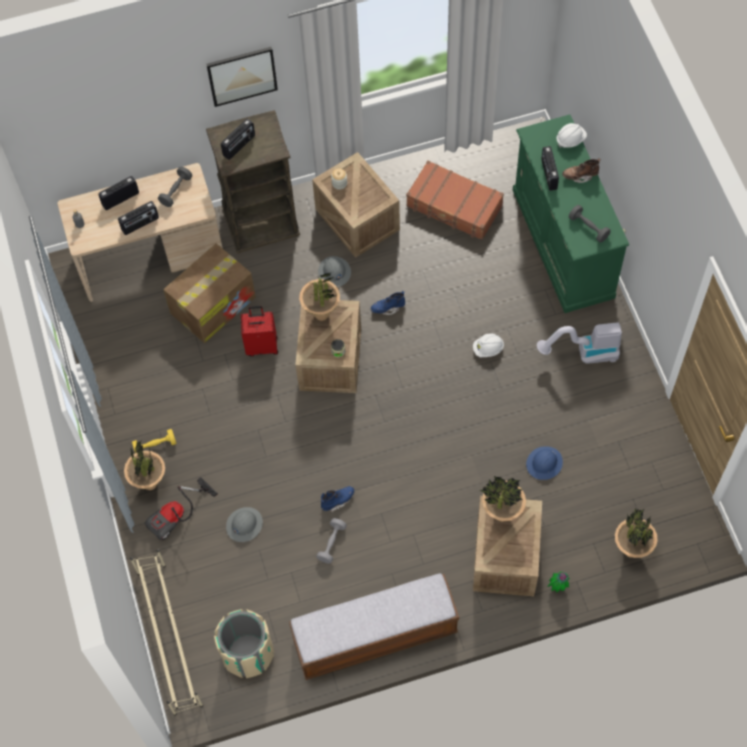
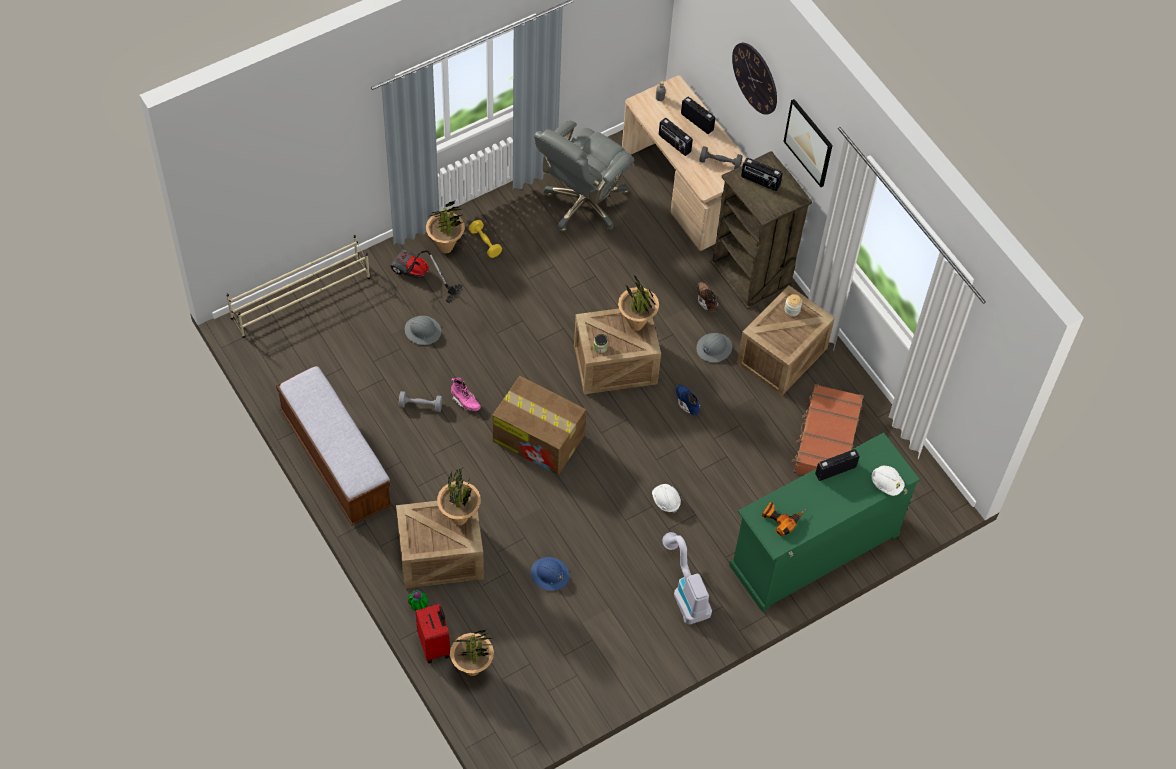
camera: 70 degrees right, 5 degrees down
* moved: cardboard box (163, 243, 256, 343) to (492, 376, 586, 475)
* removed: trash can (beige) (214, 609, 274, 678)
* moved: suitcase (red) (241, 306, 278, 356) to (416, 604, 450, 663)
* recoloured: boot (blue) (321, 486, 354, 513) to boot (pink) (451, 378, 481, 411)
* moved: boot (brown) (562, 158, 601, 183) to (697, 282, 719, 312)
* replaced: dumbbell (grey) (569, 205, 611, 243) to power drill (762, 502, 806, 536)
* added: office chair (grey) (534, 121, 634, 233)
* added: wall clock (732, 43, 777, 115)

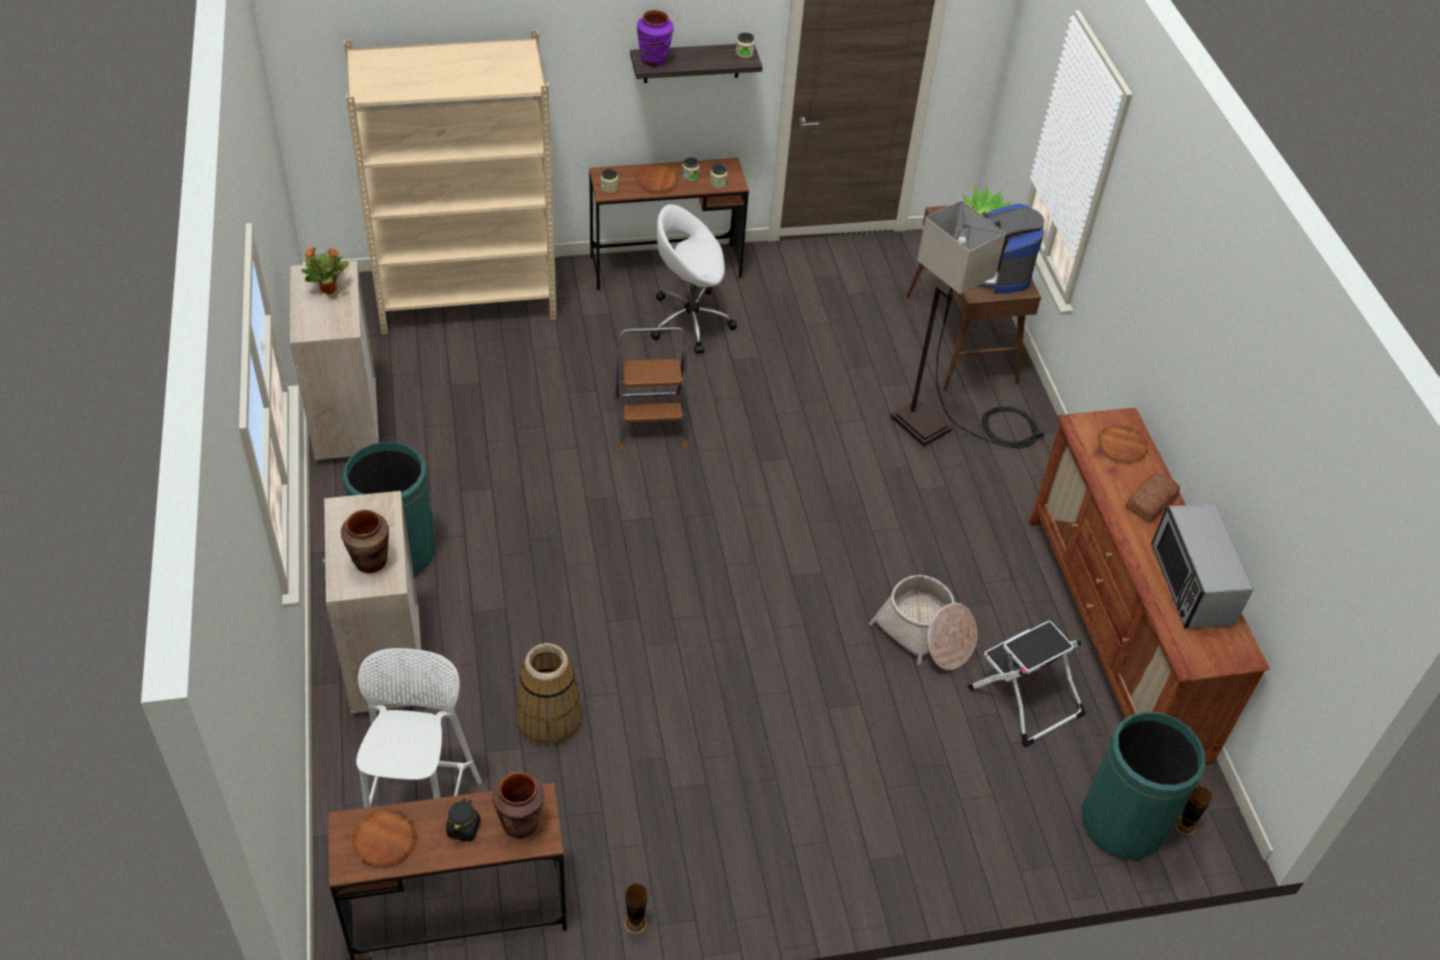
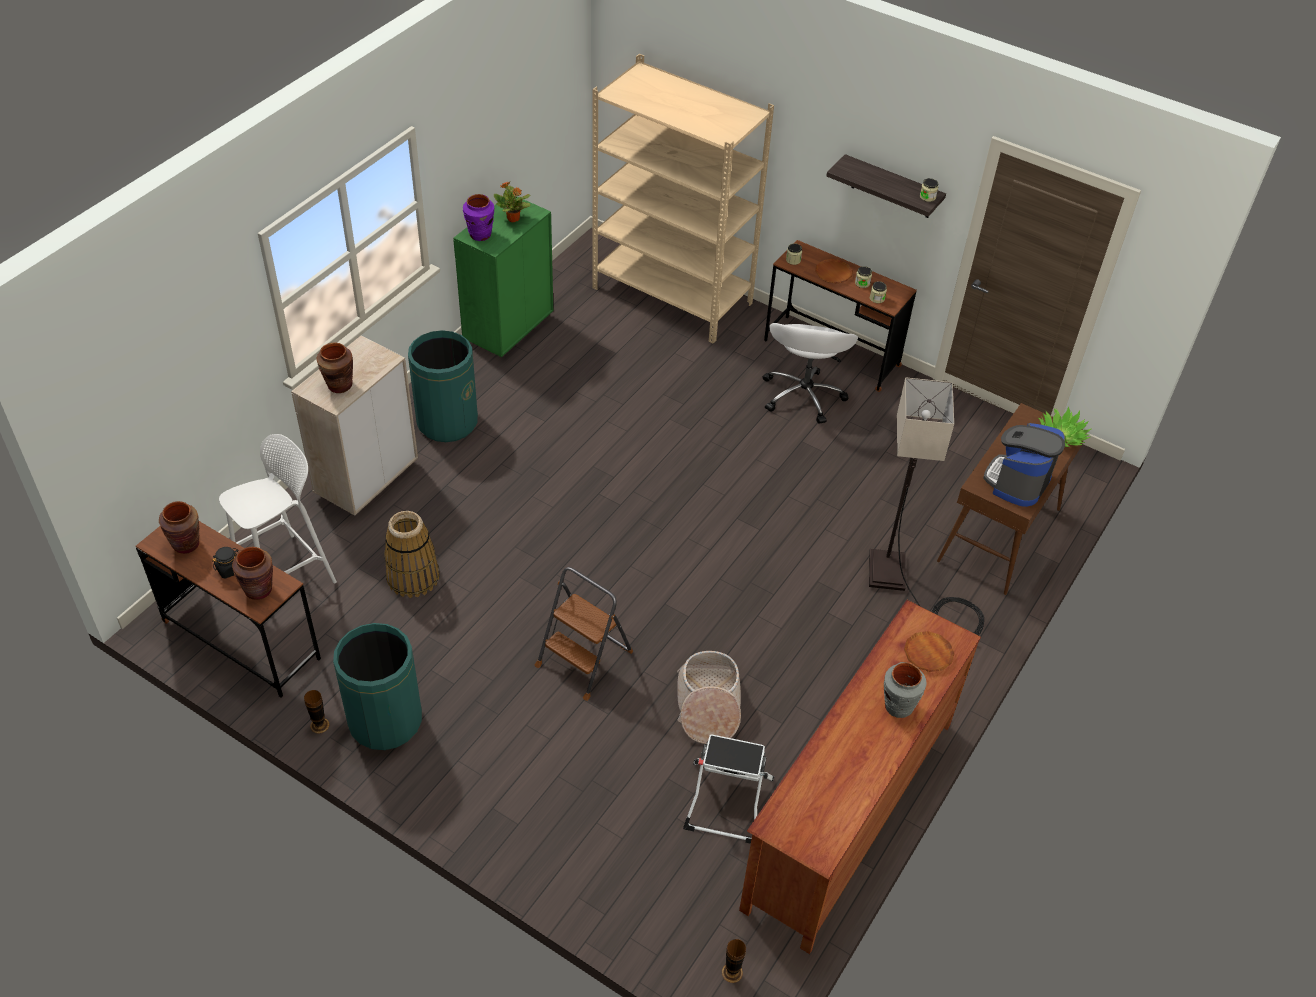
camera: 45 degrees right, 0 degrees up
* recoloured: cabinet (beige) (289, 261, 379, 460) to cabinet (green) (453, 196, 553, 357)
* replaced: plate (brown) (351, 809, 417, 867) to vase (brown) (159, 501, 199, 554)
* moved: step ladder (brown) (615, 327, 689, 450) to (535, 567, 633, 701)
* moved: vase (purple) (637, 10, 674, 67) to (463, 194, 494, 241)
* turned: office chair (white) (651, 204, 737, 354) = (762, 323, 858, 424) 120 degrees counterclockwise
* moved: trash can (green) (1082, 712, 1205, 859) to (333, 623, 422, 750)
* replaced: bread (1125, 473, 1180, 523) to vase (grey) (884, 662, 926, 718)
* removed: microwave (1151, 504, 1253, 629)

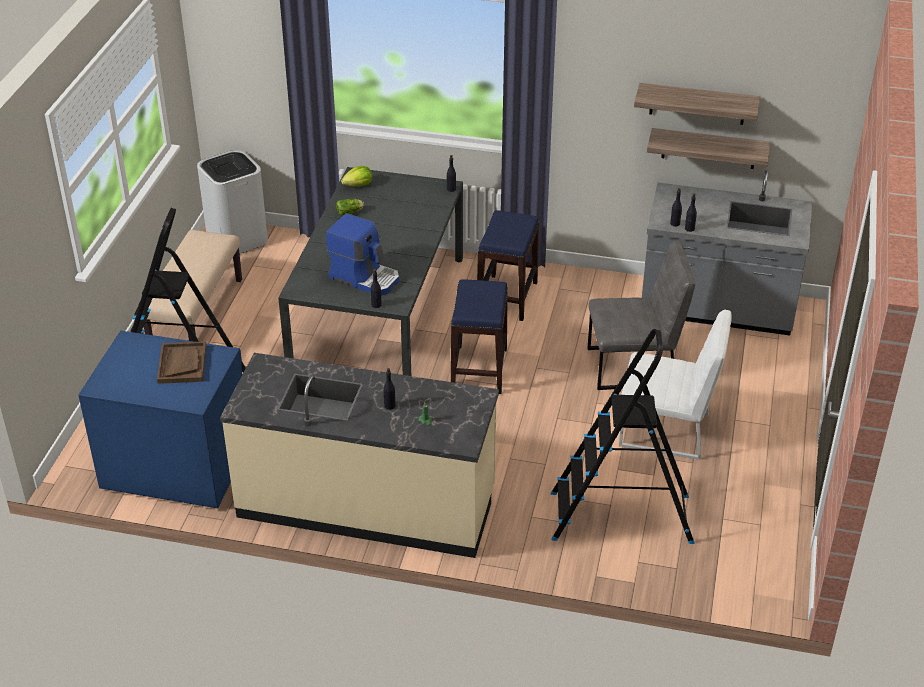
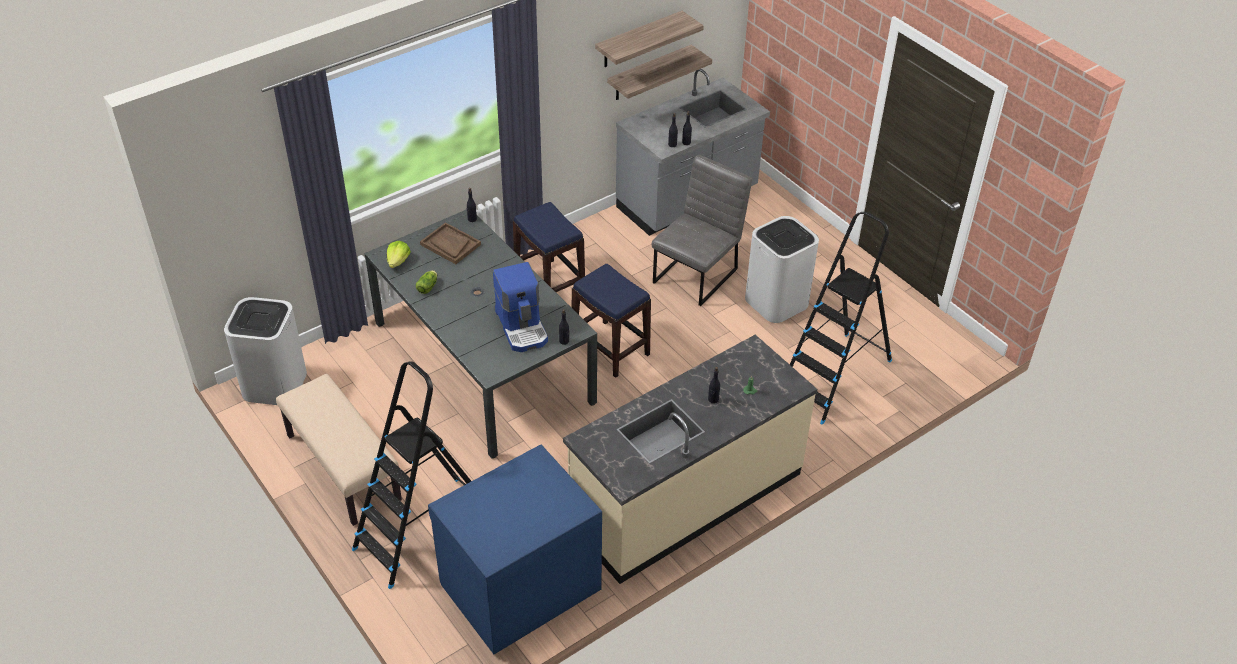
camera: 50 degrees left, 5 degrees up
* moved: tray (brown) (157, 341, 207, 384) to (420, 222, 481, 264)
* turned: coffee machine (326, 213, 399, 296) = (493, 262, 548, 352) 90 degrees clockwise
* replaced: chair (white) (619, 309, 732, 460) to trash can (white) (745, 216, 819, 323)

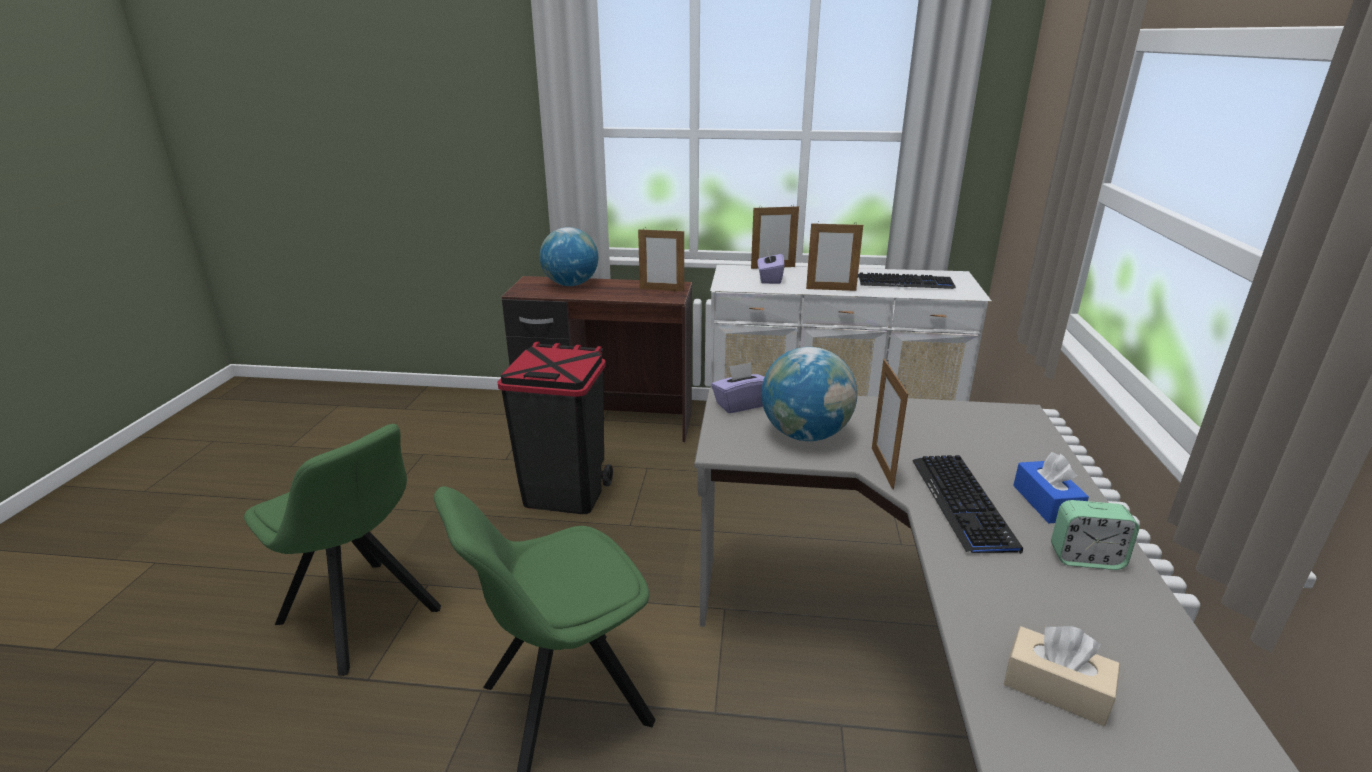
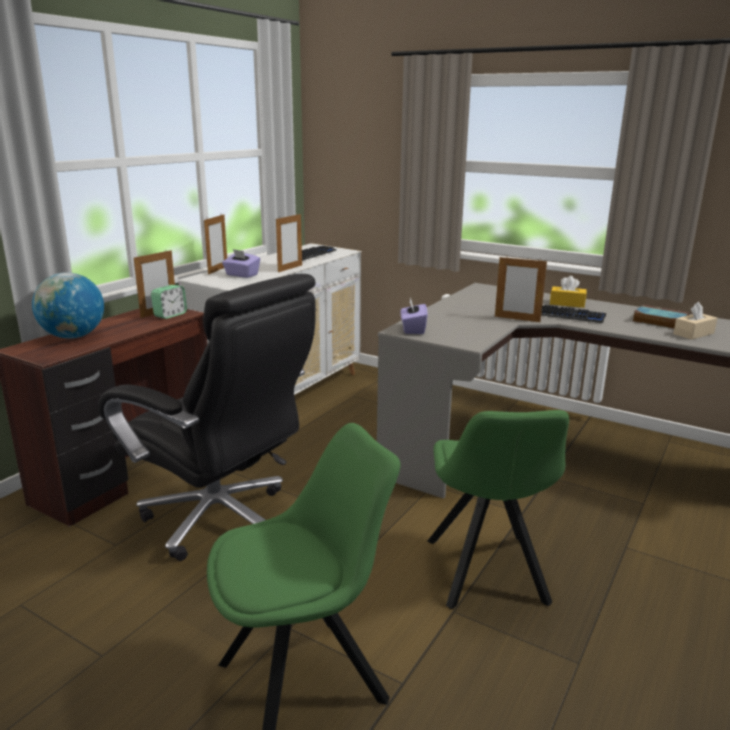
camera: 65 degrees left, 5 degrees down
* replaced: trash can (black) (498, 342, 613, 514) to office chair (black) (98, 274, 316, 561)
* removed: globe (761, 347, 857, 441)
* recoloured: tissue box (blue) (1013, 452, 1089, 524) to tissue box (yellow) (550, 276, 587, 308)
* moved: alarm clock (1051, 500, 1139, 570) to (151, 285, 187, 319)
* added: book (633, 305, 690, 329)

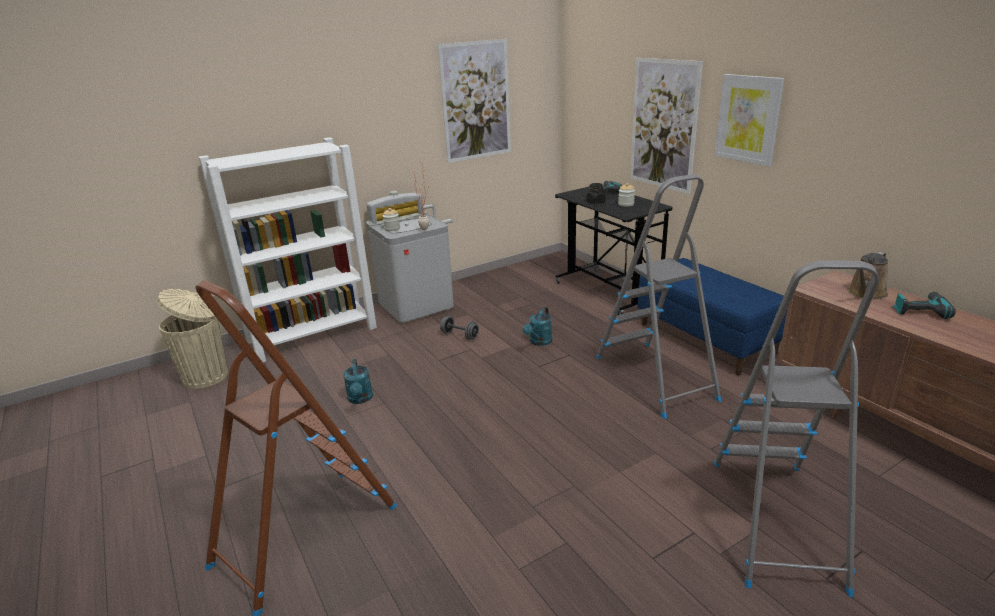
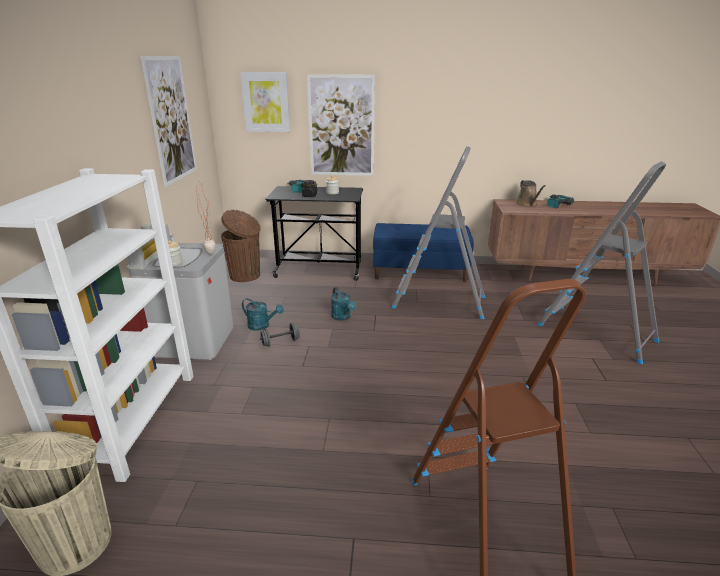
camera: 55 degrees left, 0 degrees up
* moved: watering can (turquoise) (343, 359, 373, 404) to (242, 298, 284, 331)
* moved: picture (715, 74, 784, 167) to (240, 72, 290, 132)
* added: trash can (brown) (221, 210, 261, 282)

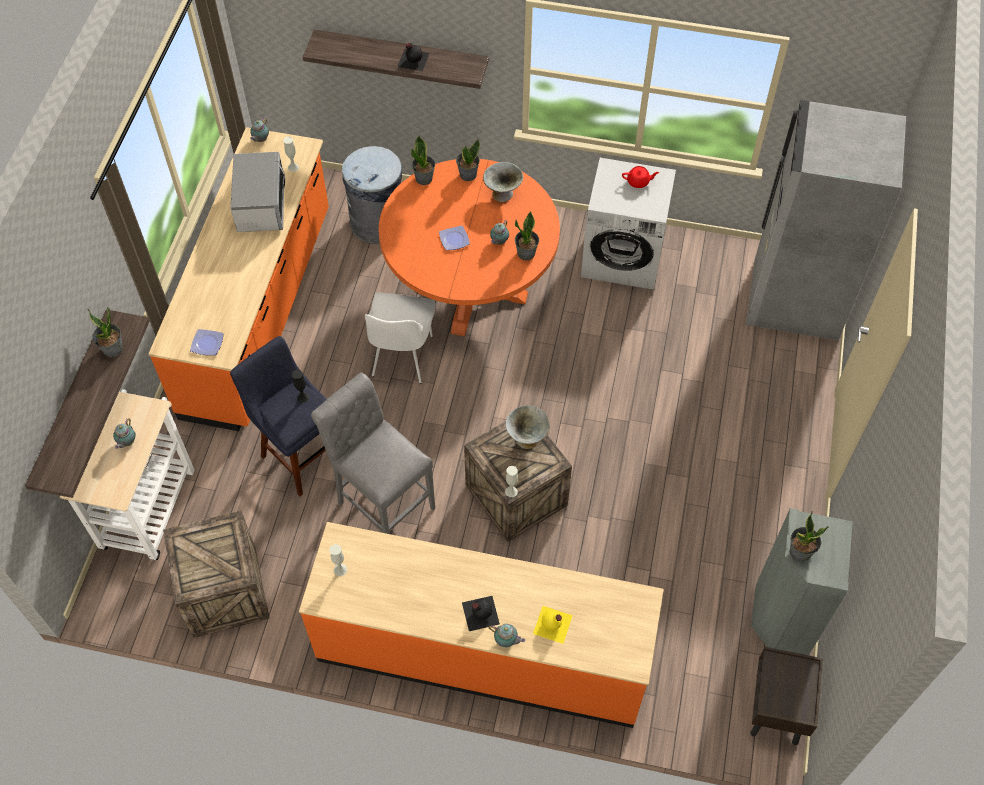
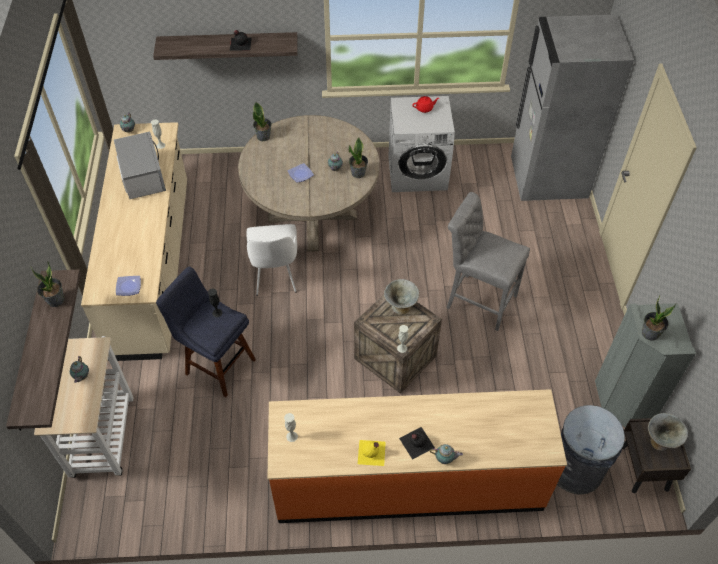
camera: 15 degrees left, 5 degrees down
* recoloured: counter (orange) (149, 127, 329, 431) to counter (beige) (81, 122, 187, 361)
* removed: crate (163, 511, 270, 638)
* moved: stool (grey) (311, 373, 435, 534) to (446, 192, 530, 331)
* moved: trash can (grey) (342, 146, 403, 244) to (557, 405, 625, 494)
* recoloured: dining table (orange) (379, 159, 560, 336) to dining table (beige) (238, 115, 380, 252)
* removed: potted plant (456, 139, 480, 181)
* moved: bowl (grey) (483, 162, 523, 202) to (648, 413, 688, 451)
* moved: bottle (yellow) (533, 606, 573, 644) to (358, 440, 386, 466)

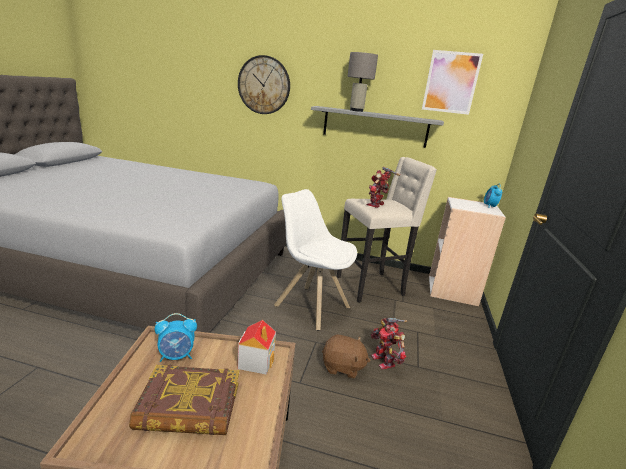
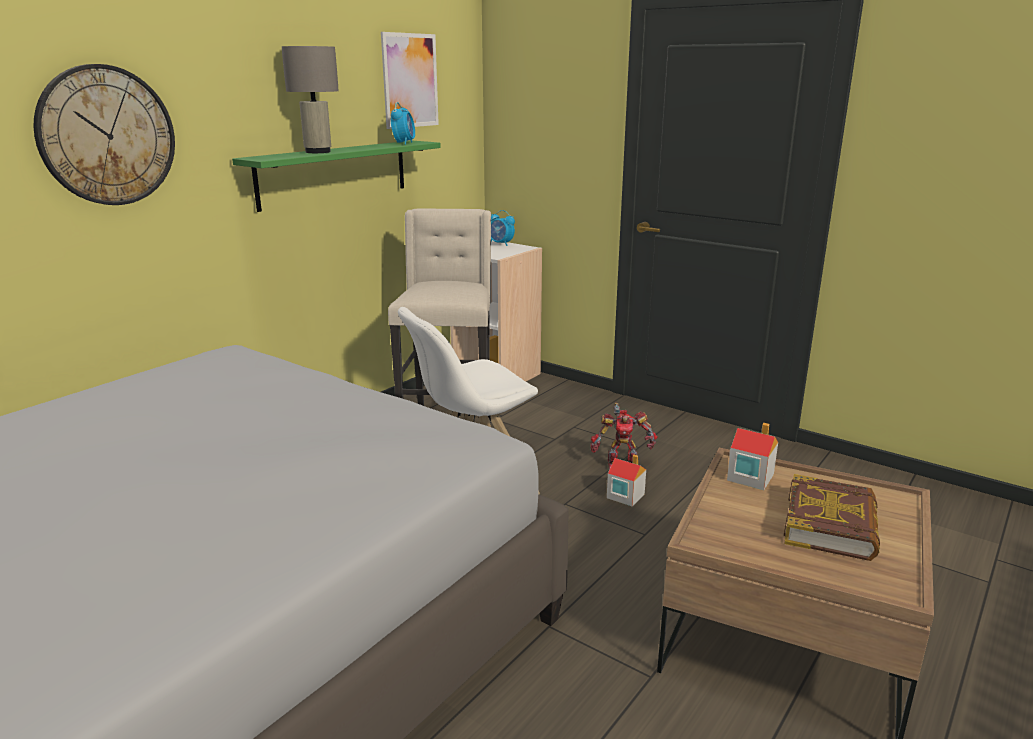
camera: 65 degrees left, 0 degrees up
* moved: alarm clock (155, 313, 197, 362) to (391, 102, 415, 145)
* recoloured: shelf (grey) (311, 106, 444, 148) to shelf (green) (232, 141, 441, 212)
* replaced: plush toy (brown) (322, 334, 371, 379) to toy house (607, 455, 646, 506)
* removed: toy robot (366, 167, 400, 208)

